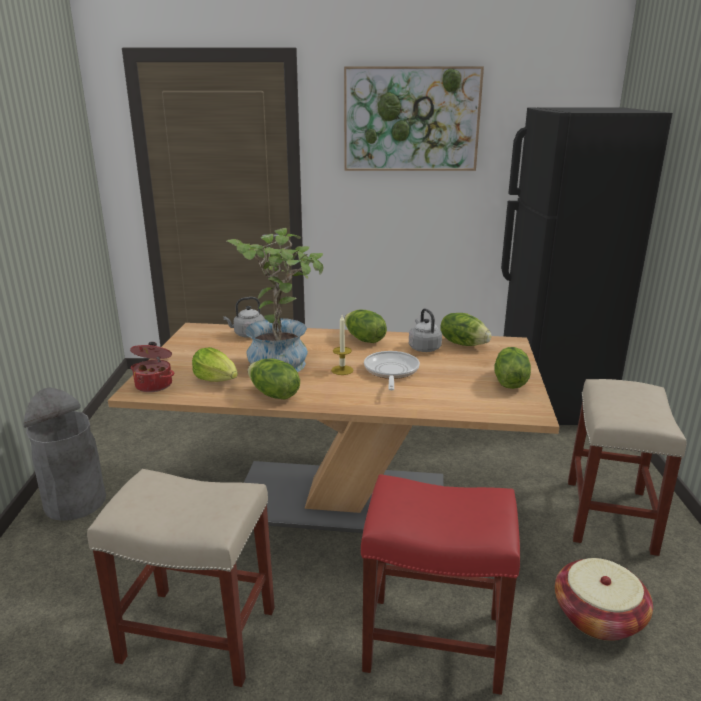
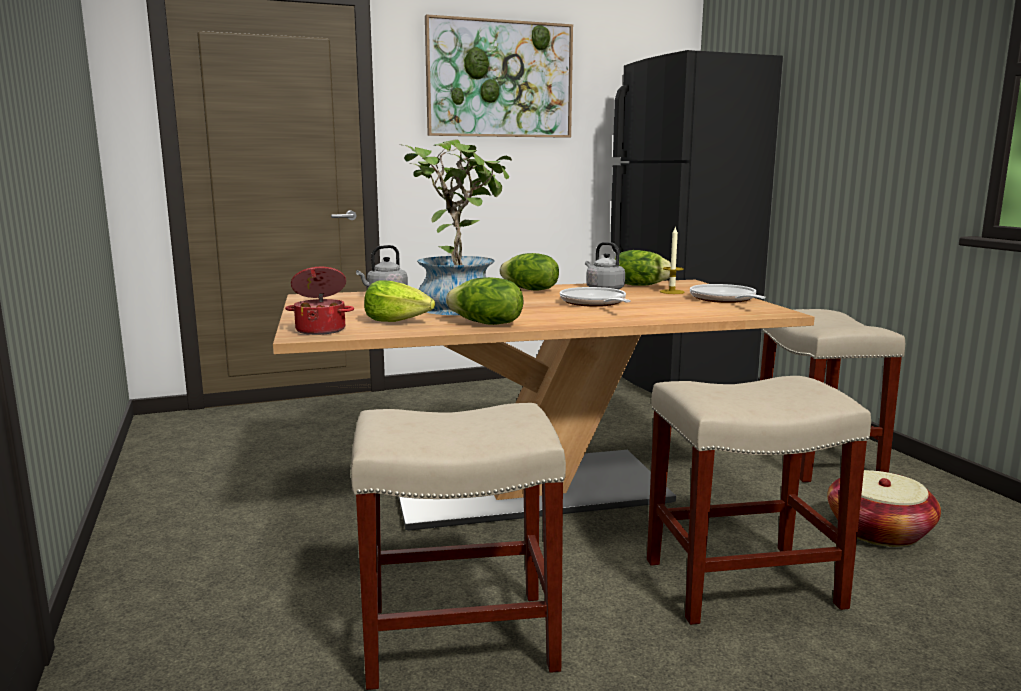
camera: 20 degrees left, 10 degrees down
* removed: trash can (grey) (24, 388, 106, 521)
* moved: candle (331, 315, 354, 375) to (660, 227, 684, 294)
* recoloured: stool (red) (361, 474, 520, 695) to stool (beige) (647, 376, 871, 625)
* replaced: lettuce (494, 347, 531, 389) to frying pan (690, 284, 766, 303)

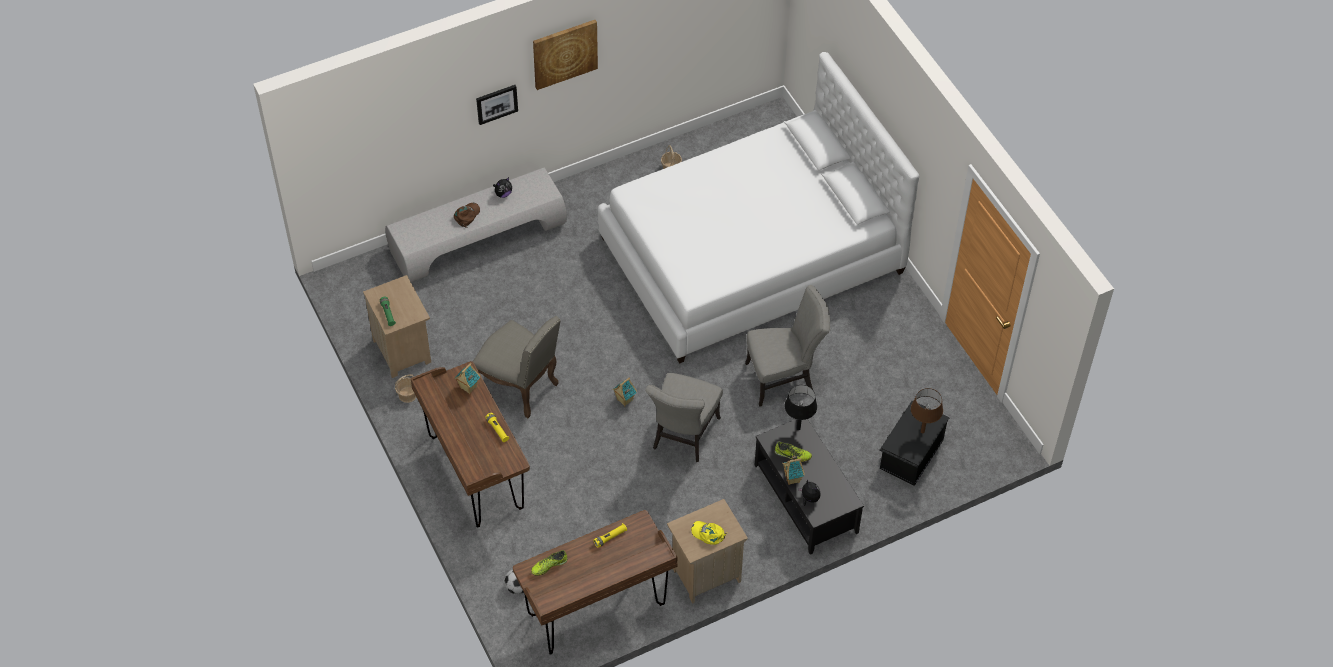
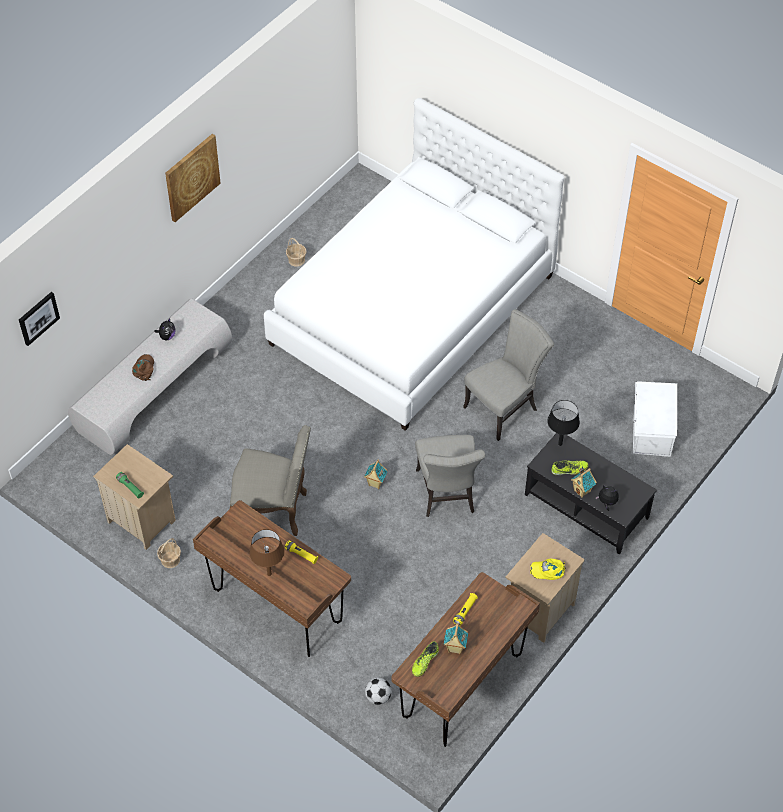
camera: 25 degrees left, 0 degrees up
* moved: toy house (455, 363, 480, 394) to (444, 623, 468, 654)
* moved: picture (476, 85, 518, 125) to (19, 292, 60, 346)
* recoloured: storage box (black) (880, 401, 950, 486) to storage box (white) (633, 381, 677, 457)
* moved: table lamp (brown) (911, 388, 943, 434) to (249, 529, 285, 576)

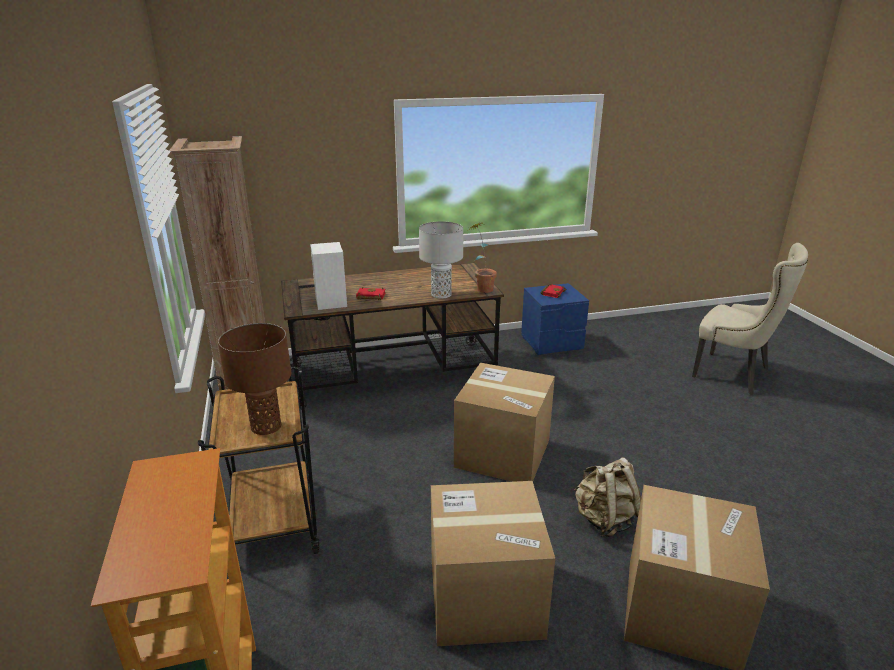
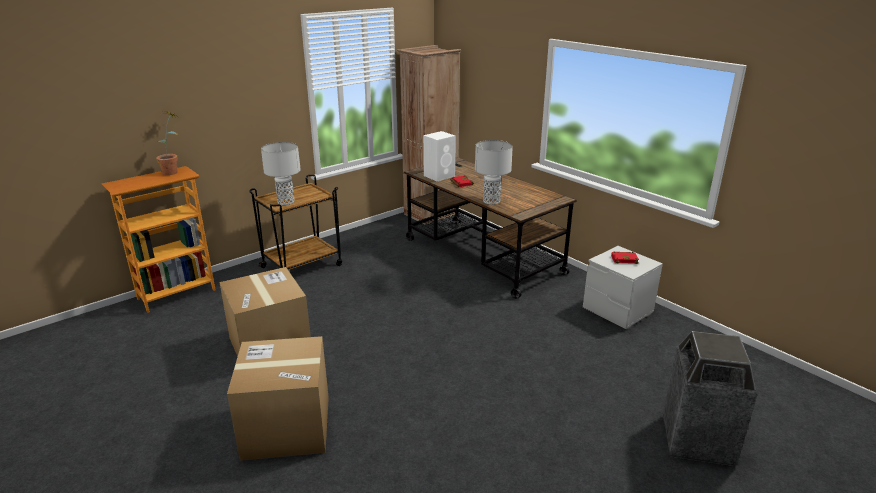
camera: 65 degrees right, 0 degrees up
* recoloured: table lamp (brown) (218, 323, 292, 435) to table lamp (white) (261, 142, 301, 205)
* removed: cardboard box (454, 363, 555, 482)
* moved: potted plant (471, 223, 497, 293) to (156, 111, 178, 175)
* recoloured: nightstand (blue) (521, 283, 589, 355) to nightstand (white) (583, 246, 663, 329)
* removed: backpack (beige) (574, 457, 641, 537)
* replaced: chair (beige) (692, 243, 808, 395) to trash can (663, 331, 757, 466)

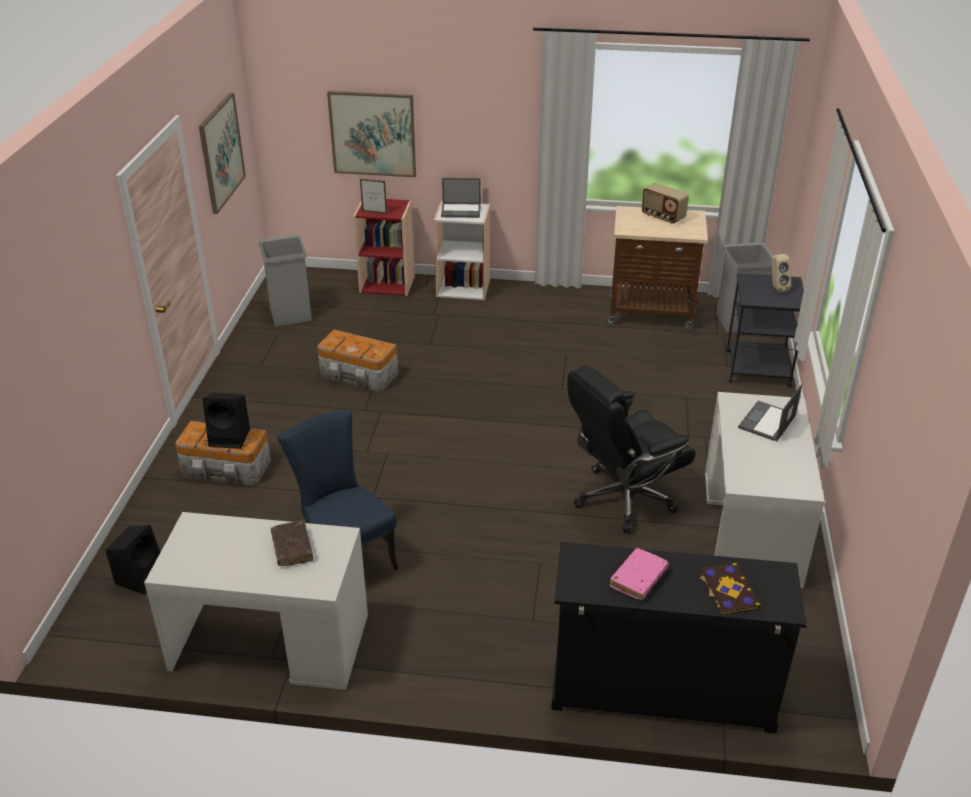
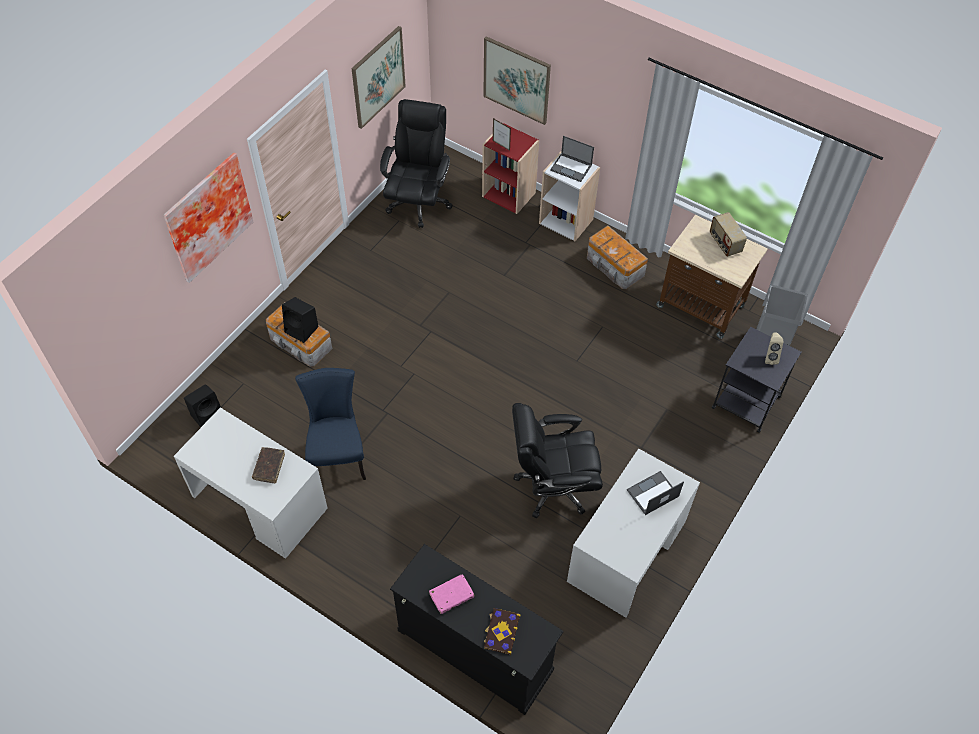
camera: 25 degrees right, 20 degrees up
* replaced: trash can (grey) (259, 235, 312, 326) to office chair (black) (380, 99, 453, 228)
* moved: storage box (317, 330, 398, 392) to (587, 225, 648, 289)
* added: picture (164, 153, 254, 283)

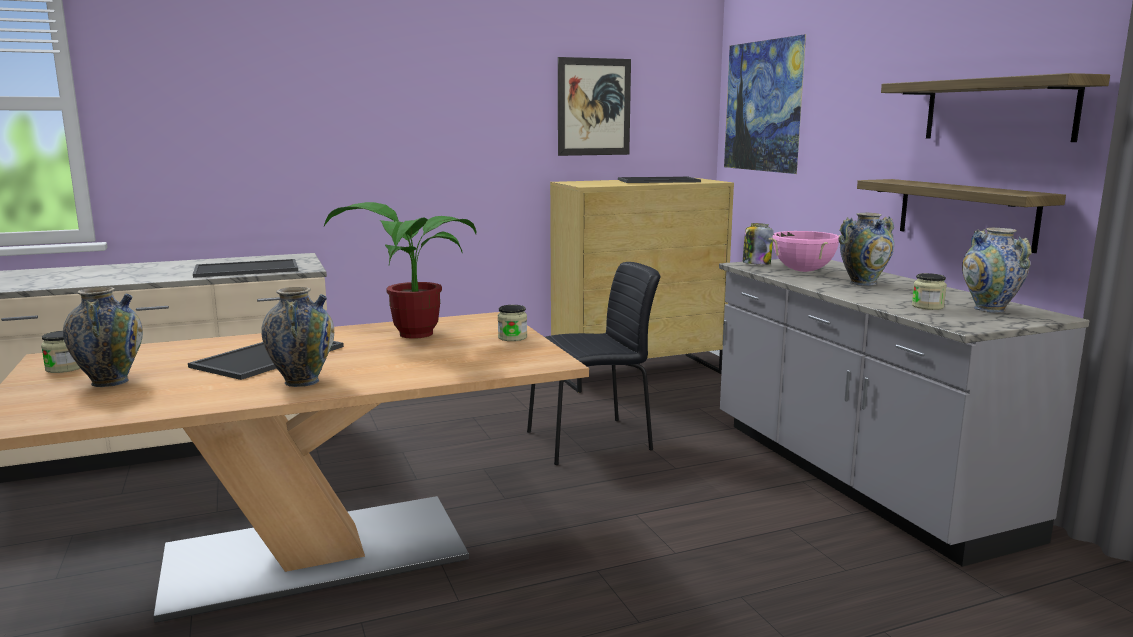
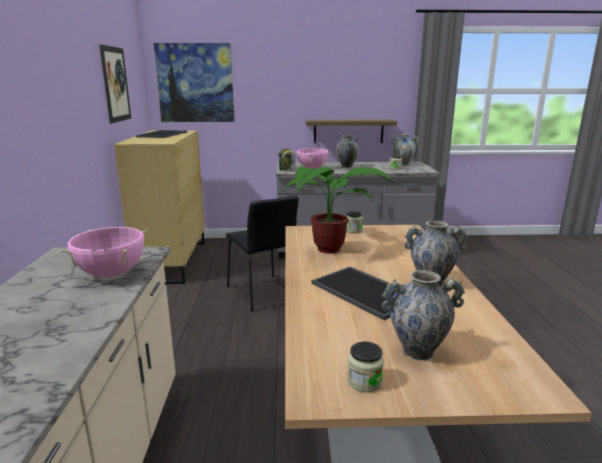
camera: 70 degrees left, 5 degrees up
* replaced: tray (193, 259, 298, 278) to cooking pot (pink) (60, 227, 148, 278)
* turned: chair (black) (527, 262, 661, 465) = (226, 195, 299, 312) 150 degrees clockwise
* removed: shelf (881, 73, 1110, 142)

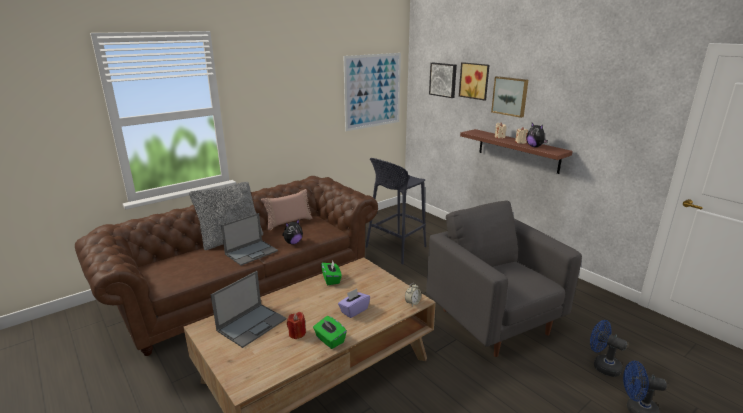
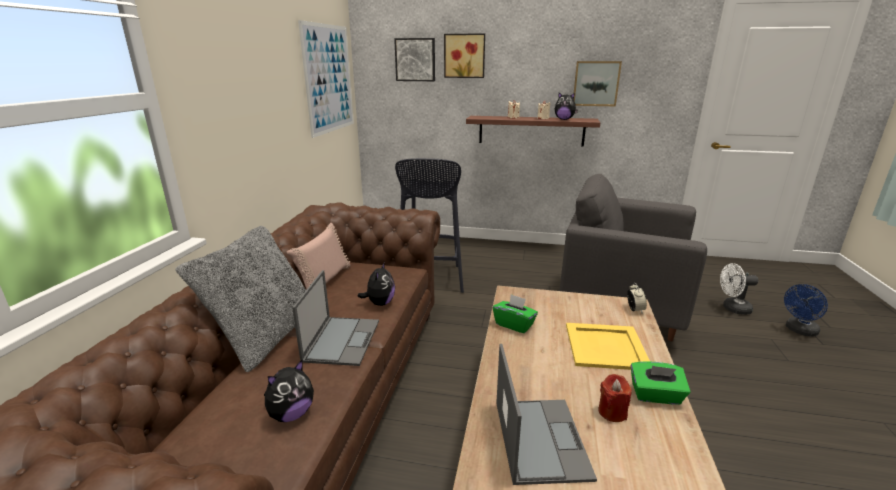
camera: 40 degrees left, 0 degrees up
* replaced: tissue box (purple) (338, 289, 370, 318) to tray (yellow) (566, 323, 650, 370)
* moved: picture (491, 76, 528, 118) to (574, 61, 622, 106)
* recoloured: fan (blue) (590, 320, 627, 377) to fan (white) (720, 263, 759, 315)
* added: plush toy (264, 360, 314, 422)

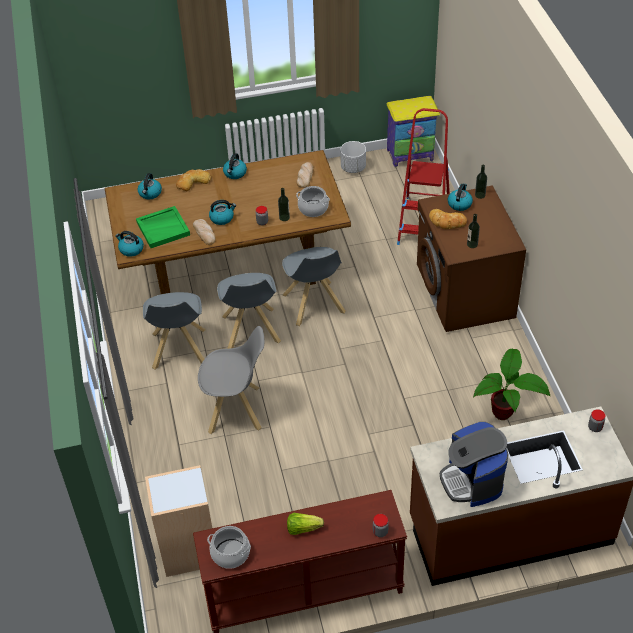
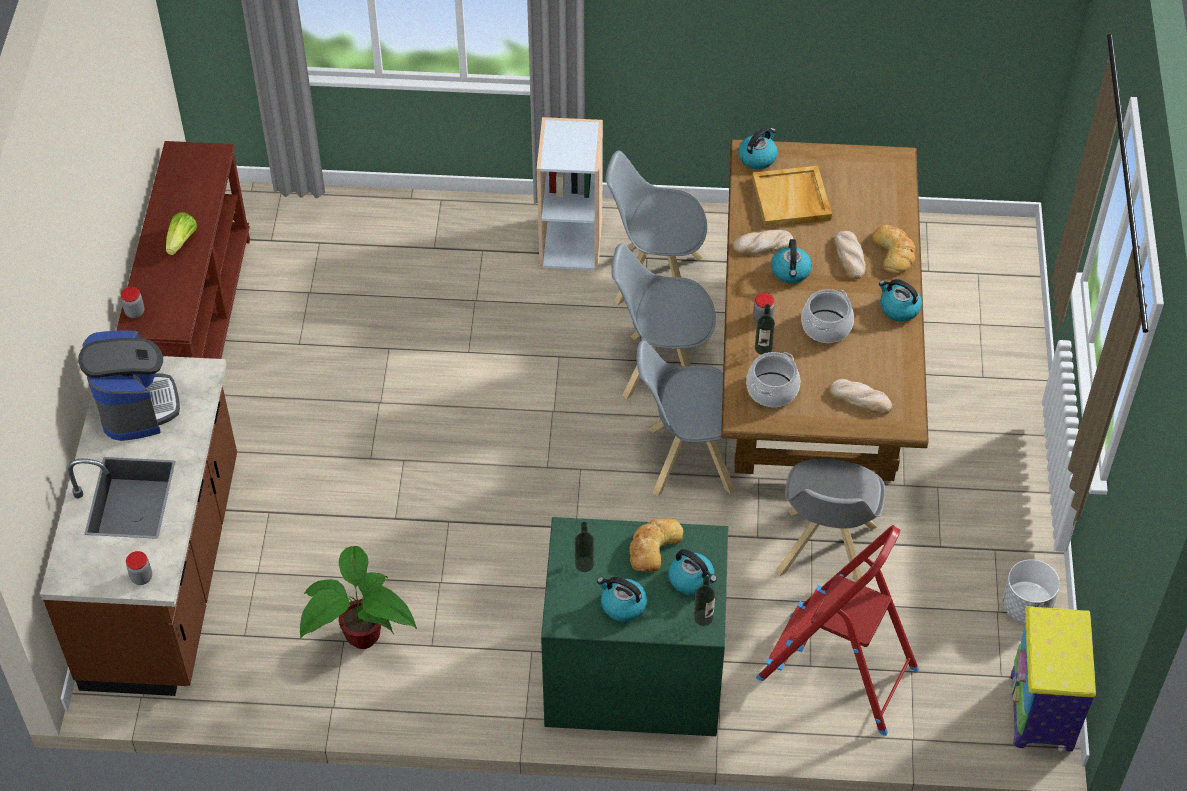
camera: 105 degrees right, 5 degrees up
* recoloured: tray (green) (136, 206, 190, 248) to tray (beige) (752, 165, 832, 228)
* moved: kettle (138, 173, 162, 199) to (597, 577, 647, 622)
* moved: bookcase (145, 465, 212, 577) to (537, 117, 603, 271)
* moved: chair (grey) (198, 326, 264, 434) to (776, 459, 885, 582)
* moved: cooking pot (207, 526, 251, 569) to (801, 289, 854, 343)
* recoloured: washing machine (brown) (417, 185, 526, 332) to washing machine (green) (541, 517, 728, 736)
* turned: coffee machine (440, 422, 508, 507) = (78, 331, 180, 441) 75 degrees clockwise
* added: bread (834, 231, 866, 279)

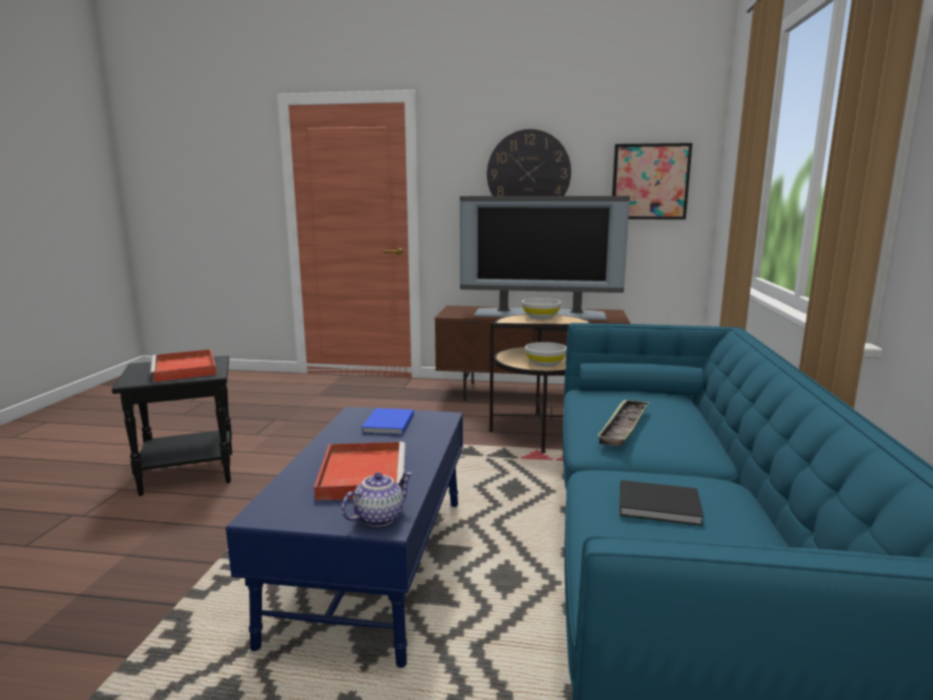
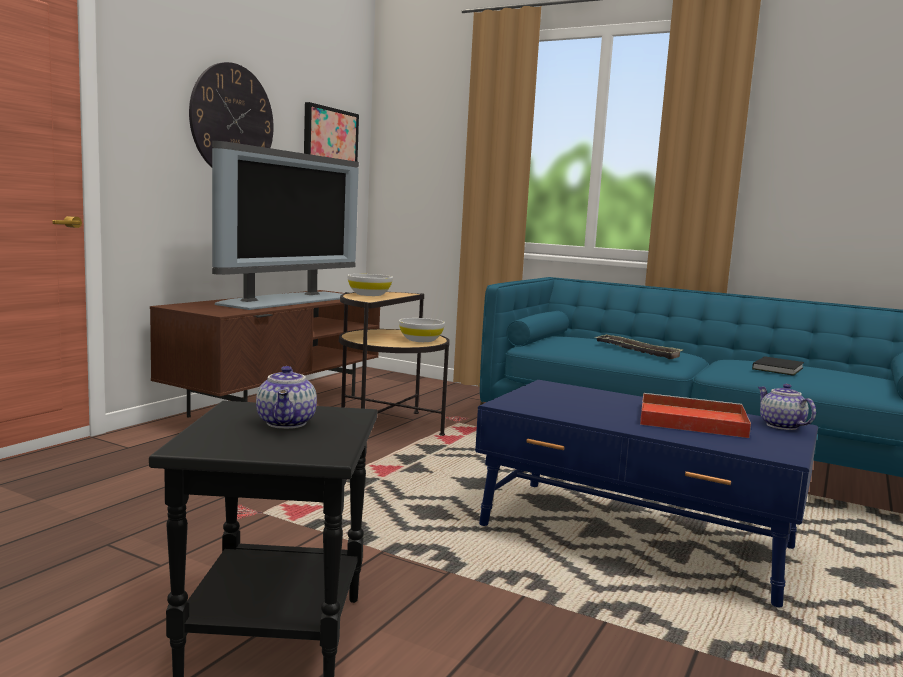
camera: 70 degrees left, 5 degrees down
* replaced: tray (red) (150, 349, 217, 382) to teapot (256, 366, 317, 429)
* removed: book (blue) (362, 408, 414, 435)

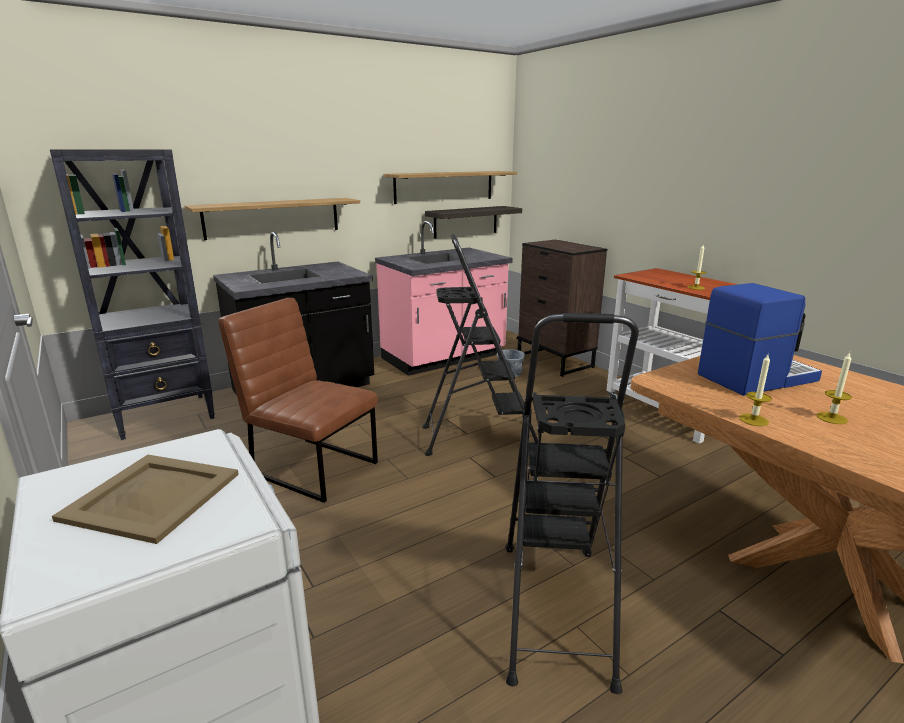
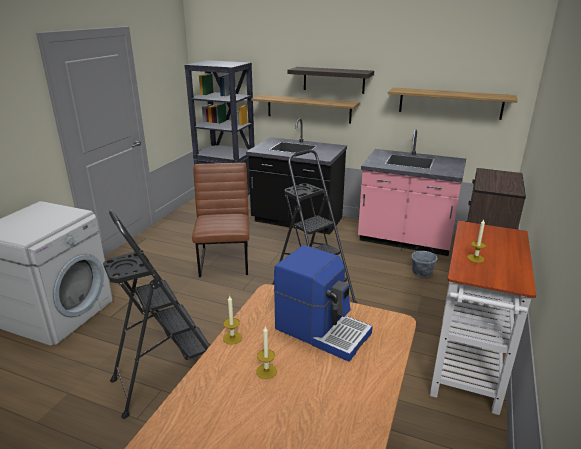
camera: 55 degrees right, 5 degrees up
* removed: tray (beige) (52, 454, 239, 544)
* moved: shelf (425, 206, 522, 239) to (287, 67, 374, 94)

